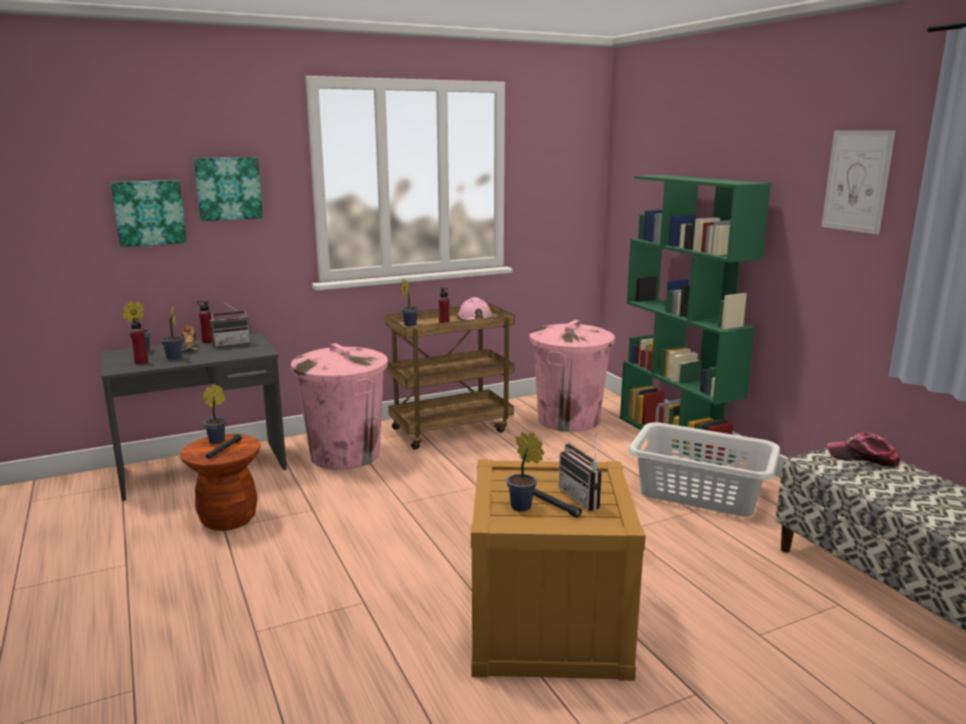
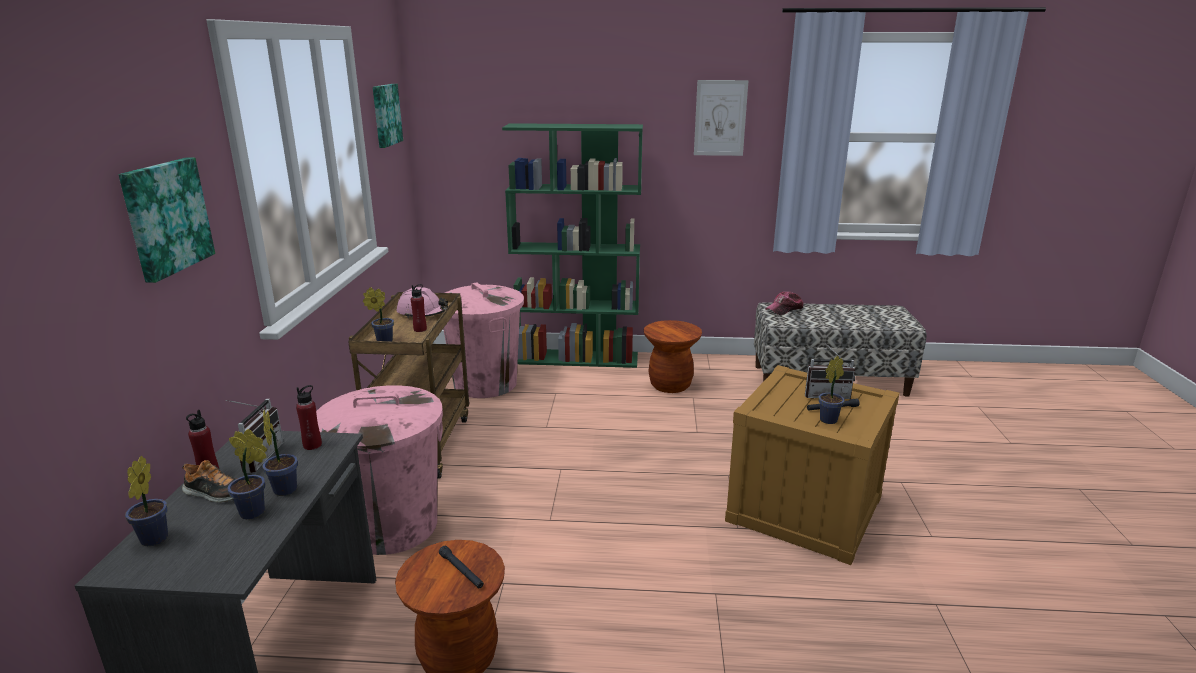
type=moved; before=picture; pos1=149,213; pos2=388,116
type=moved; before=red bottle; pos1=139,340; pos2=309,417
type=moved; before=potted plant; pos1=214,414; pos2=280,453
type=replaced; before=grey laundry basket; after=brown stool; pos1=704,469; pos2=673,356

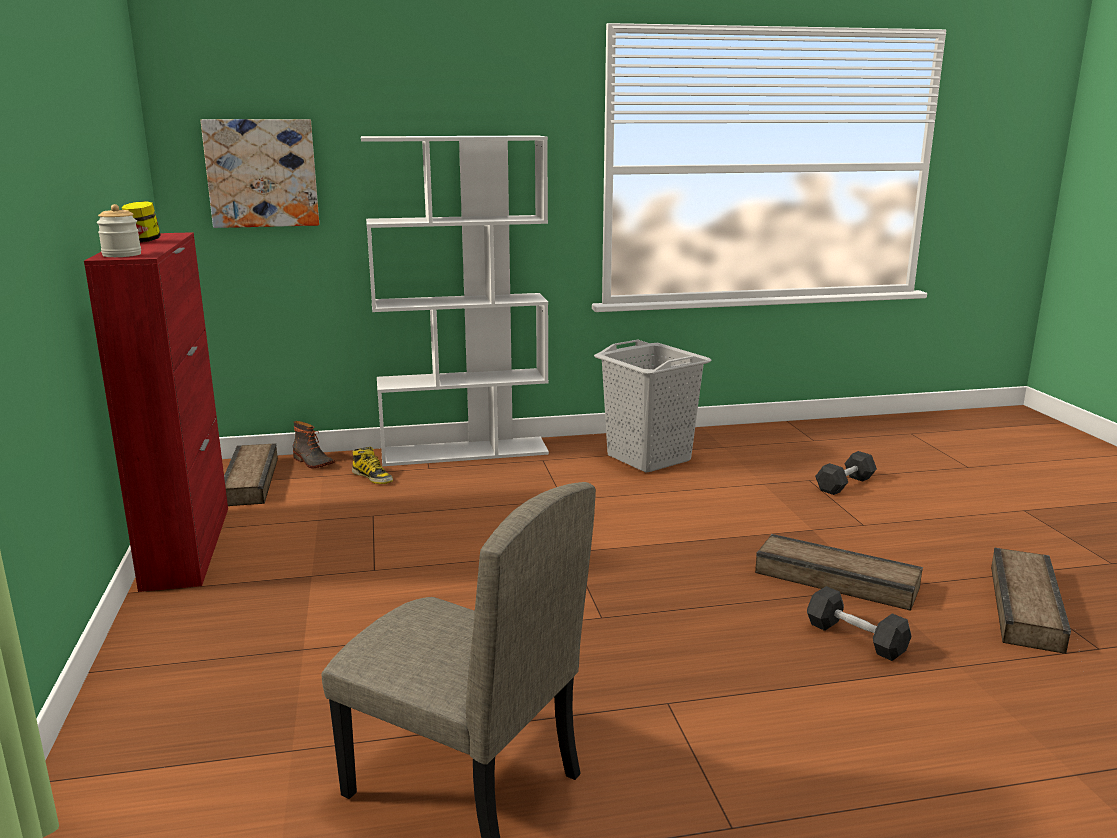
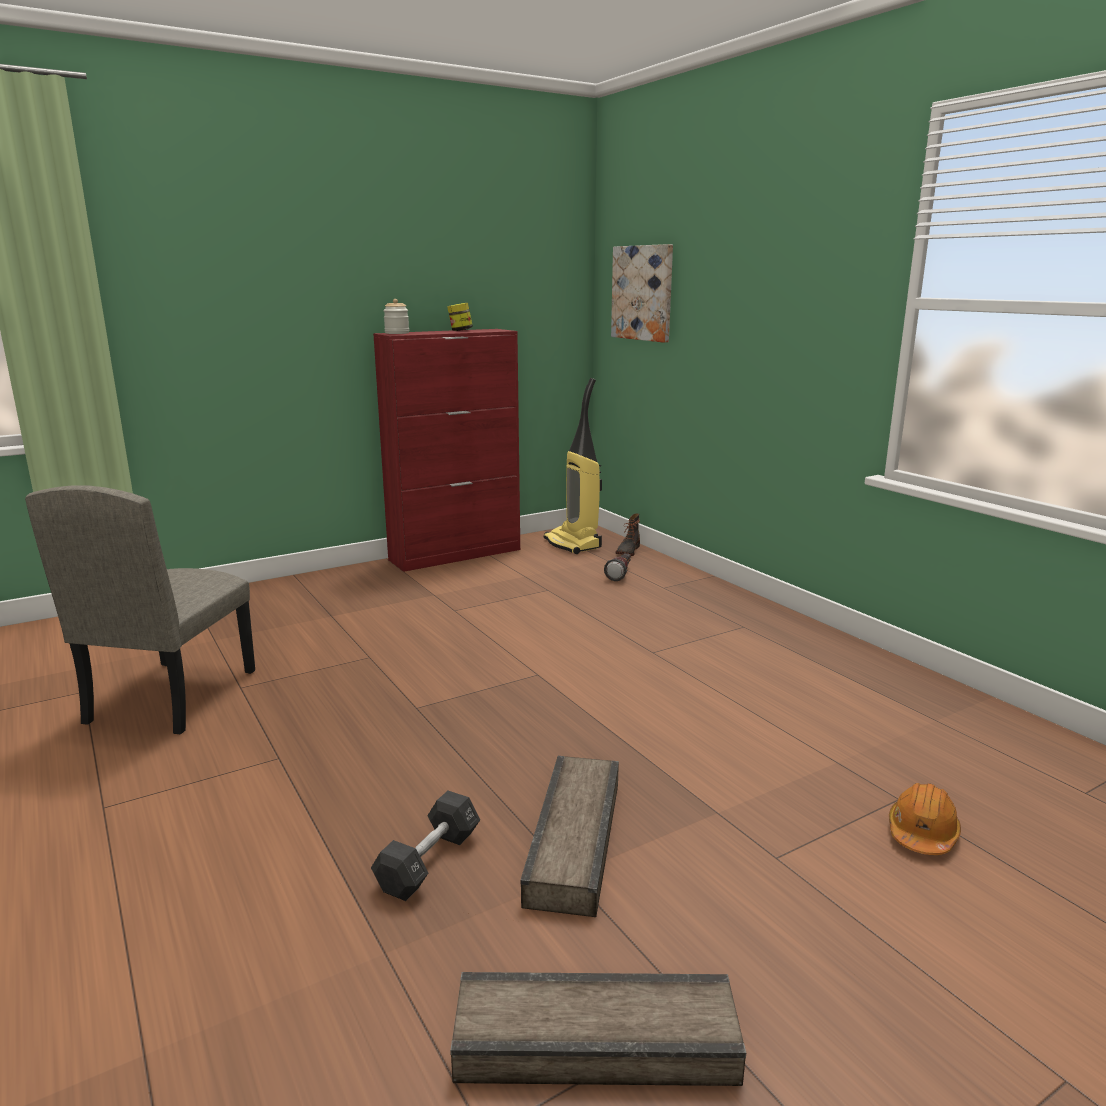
type=replaced; before=crate; after=vacuum cleaner; pos1=251,474; pos2=573,466
type=replaced; before=boot; after=flashlight; pos1=372,465; pos2=617,567
type=removed; before=white bookcase; pos1=455,300
type=removed; before=grey laundry basket; pos1=653,406
type=replaced; before=black dumbbell; after=orange hard hat; pos1=846,473; pos2=925,819

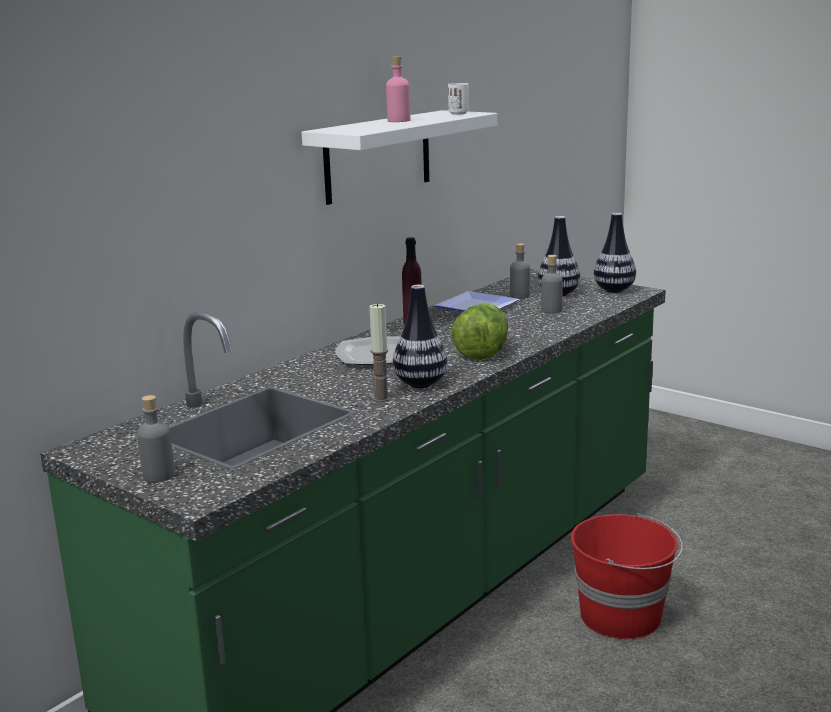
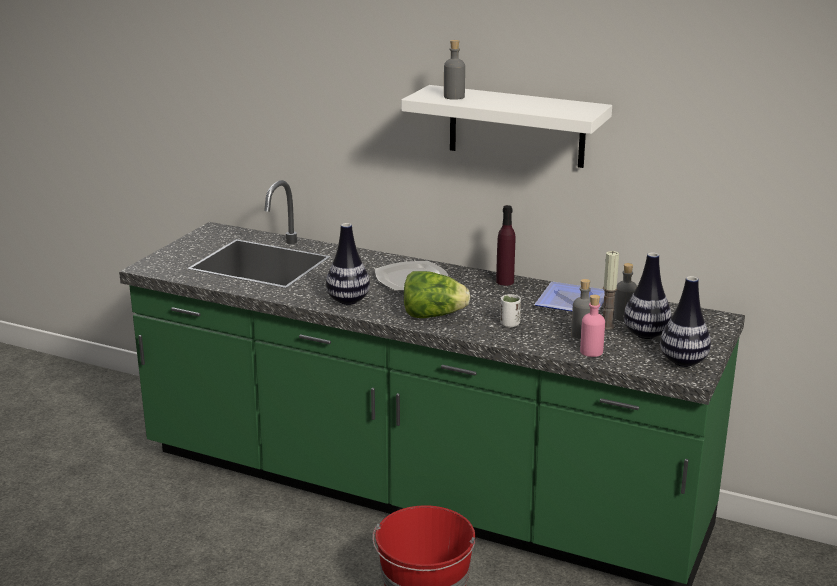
type=moved; before=grey bottle; pos1=156,439; pos2=454,70
type=moved; before=candle; pos1=379,352; pos2=611,290
type=moved; before=pink bottle; pos1=398,89; pos2=592,326
type=moved; before=white cup; pos1=458,99; pos2=510,310

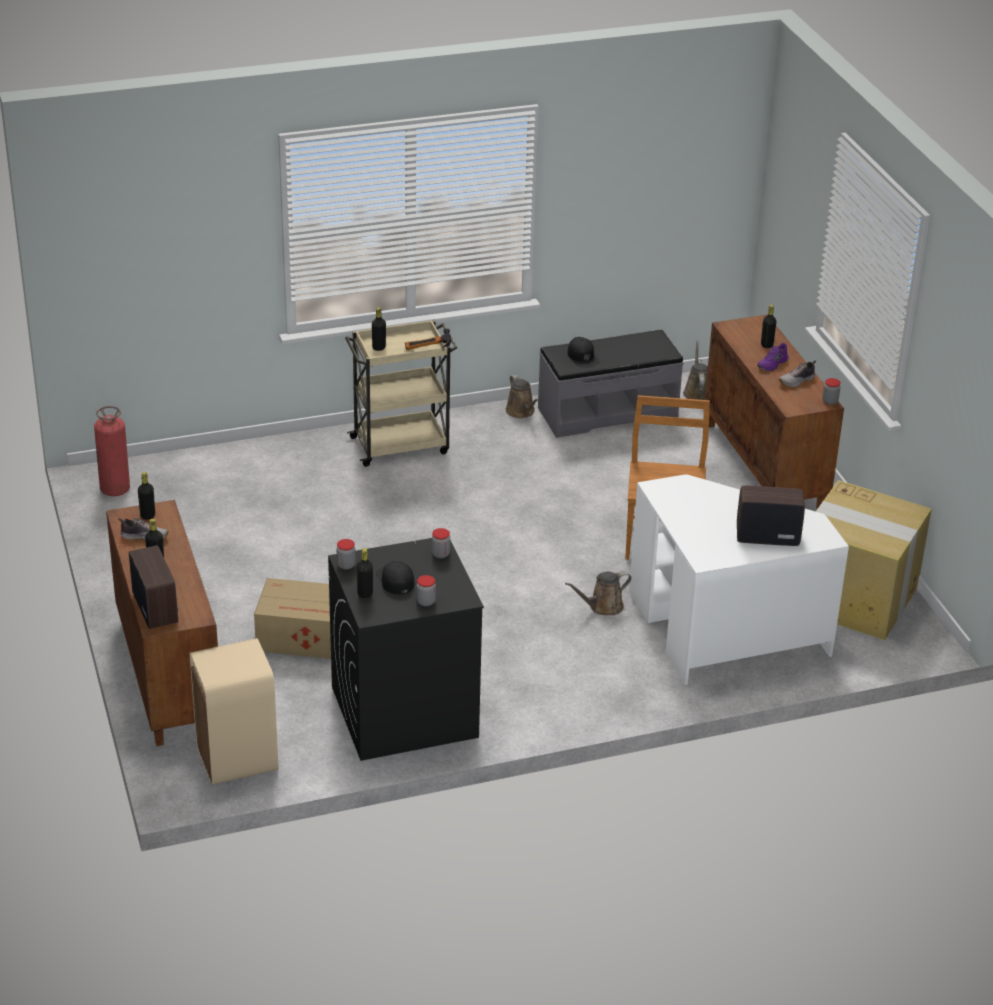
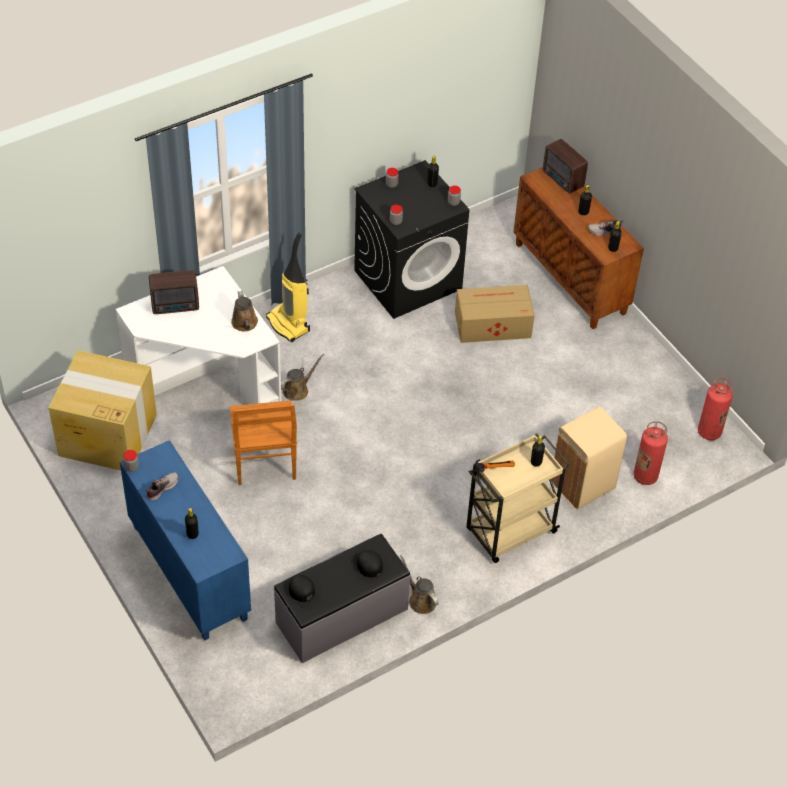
type=moved; before=beige trash can; pos1=234,711; pos2=589,458
type=moved; before=black cap; pos1=395,577; pos2=305,592
type=moved; before=brown watering can; pos1=695,370; pos2=244,311
type=recoloured; before=brown cabinet; after=blue cabinet; pos1=774,412; pos2=185,540
type=removed; before=purple shoe; pos1=773,357
type=added; after=vacuum cleaner; pos2=288,287
type=added; after=fire extinguisher; pos2=650,453

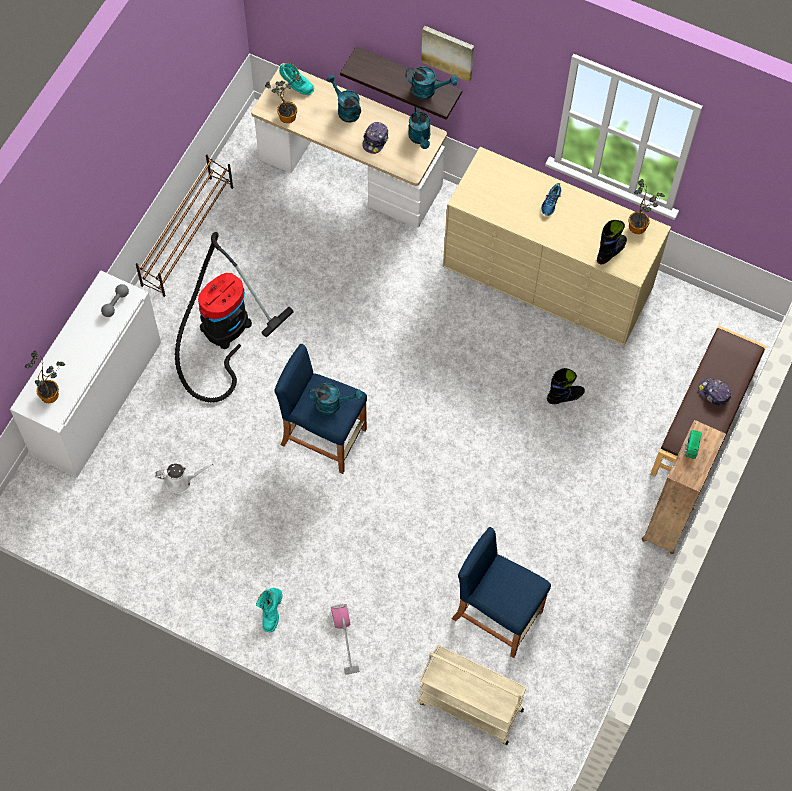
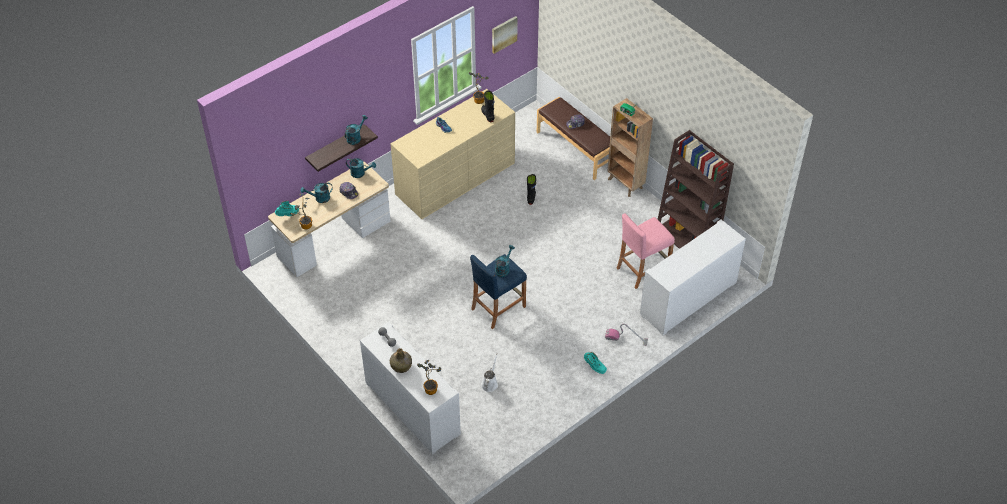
type=removed; before=brown shoe rack; pos1=184,225
type=removed; before=vacuum cleaner; pos1=234,317
type=replaced; before=beige cart; after=white cabinet; pos1=472,695; pos2=693,277
type=moved; before=picture; pos1=447,54; pos2=505,35
type=recoloured; before=blue stool; after=pink stool; pos1=501,592; pos2=645,251
type=added; after=green bottle; pos2=401,360
type=added; after=brown bookcase; pos2=695,189

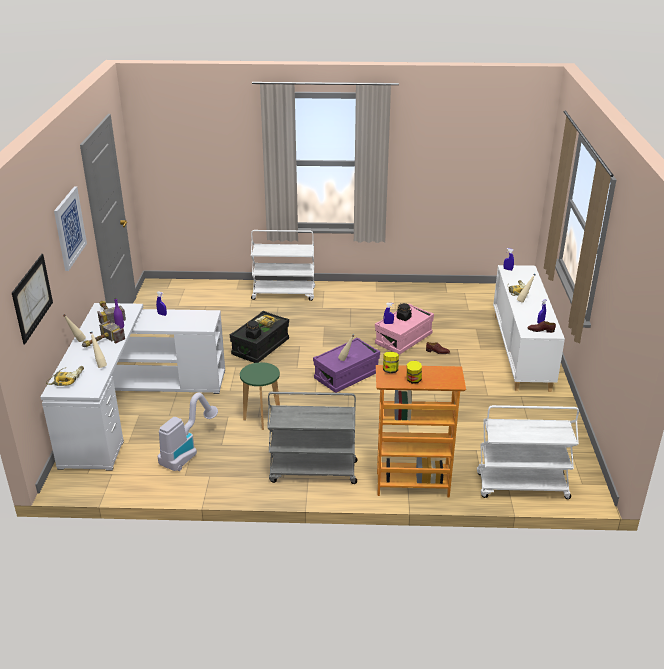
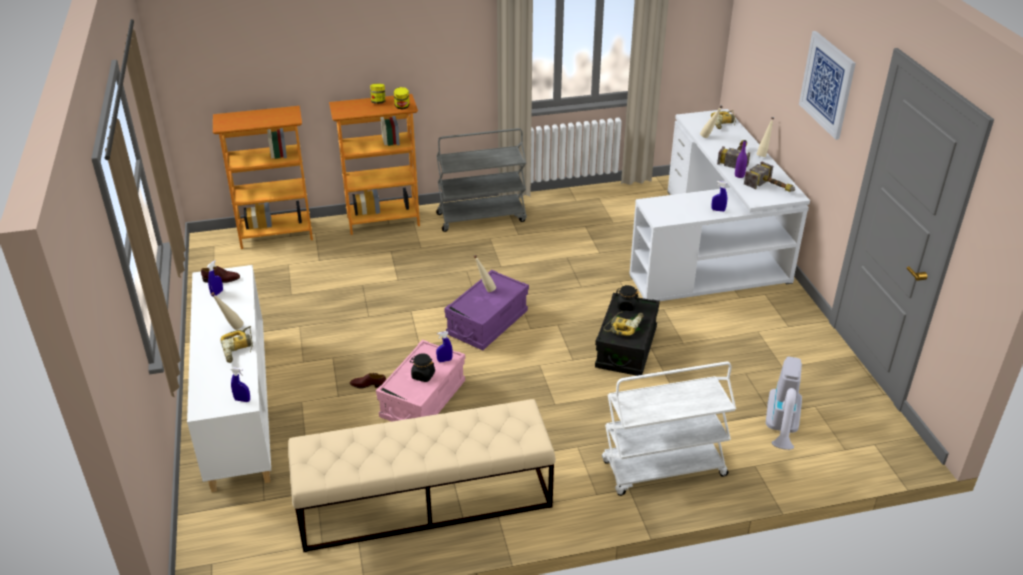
type=removed; before=picture; pos1=32,299
type=moved; before=vacuum cleaner; pos1=188,432; pos2=784,403
type=removed; before=green stool; pos1=260,396
type=replaced; before=white cart; after=bookcase; pos1=528,452; pos2=263,177
type=added; after=beige bench; pos2=422,475

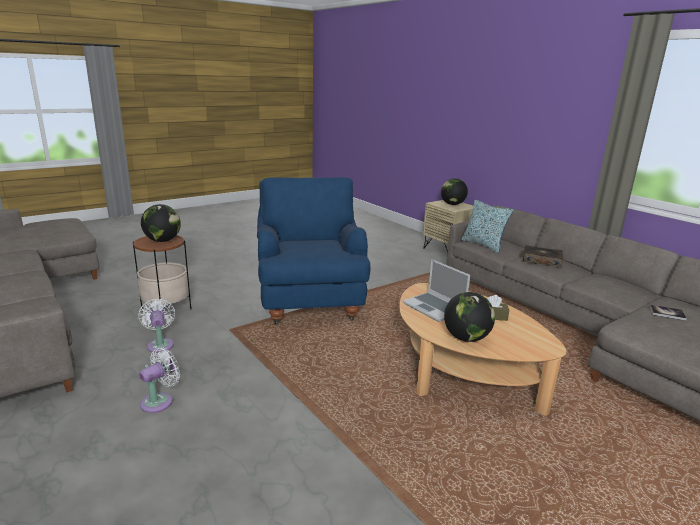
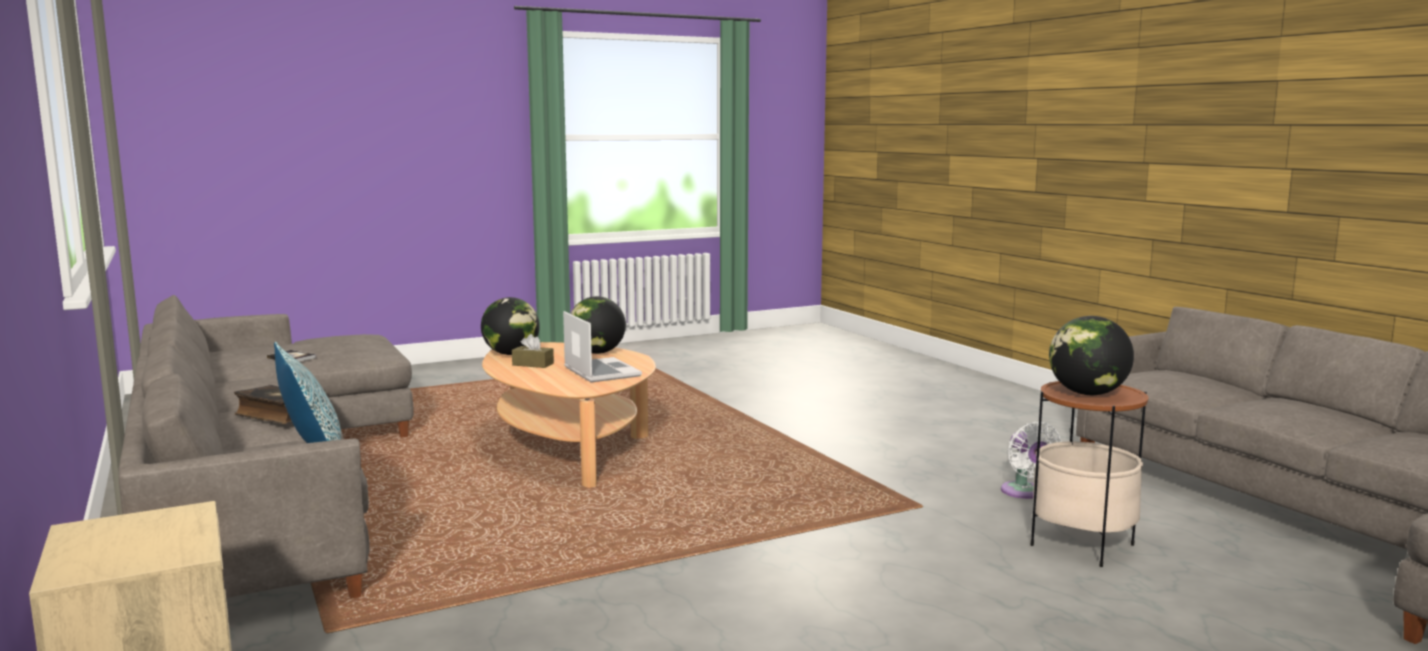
type=removed; before=white fan; pos1=159,380
type=removed; before=blue armchair; pos1=313,250
type=moved; before=globe; pos1=454,191; pos2=510,326

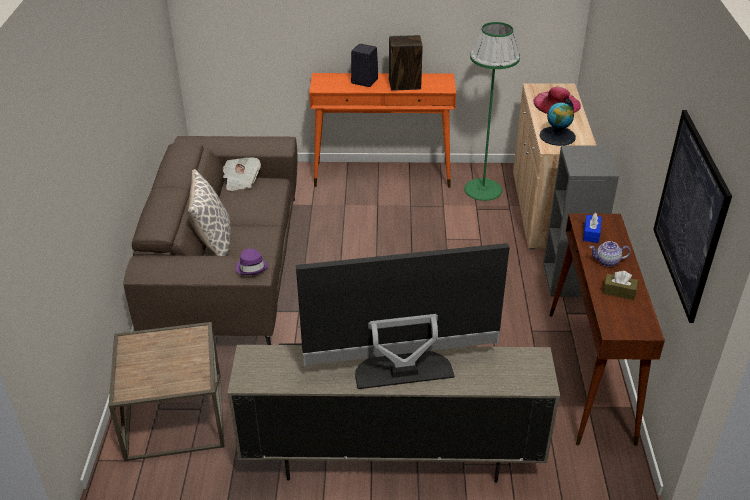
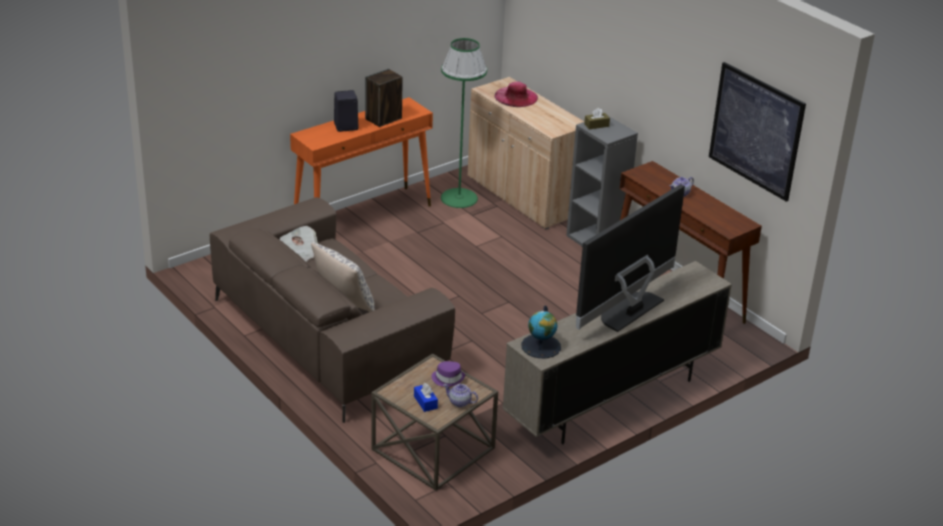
type=moved; before=purple hat; pos1=252,262; pos2=448,374
type=moved; before=globe; pos1=558,122; pos2=541,331
type=moved; before=blue tissue box; pos1=592,228; pos2=426,397
type=moved; before=brown tissue box; pos1=620,285; pos2=597,118
type=added; after=teapot; pos2=460,395

